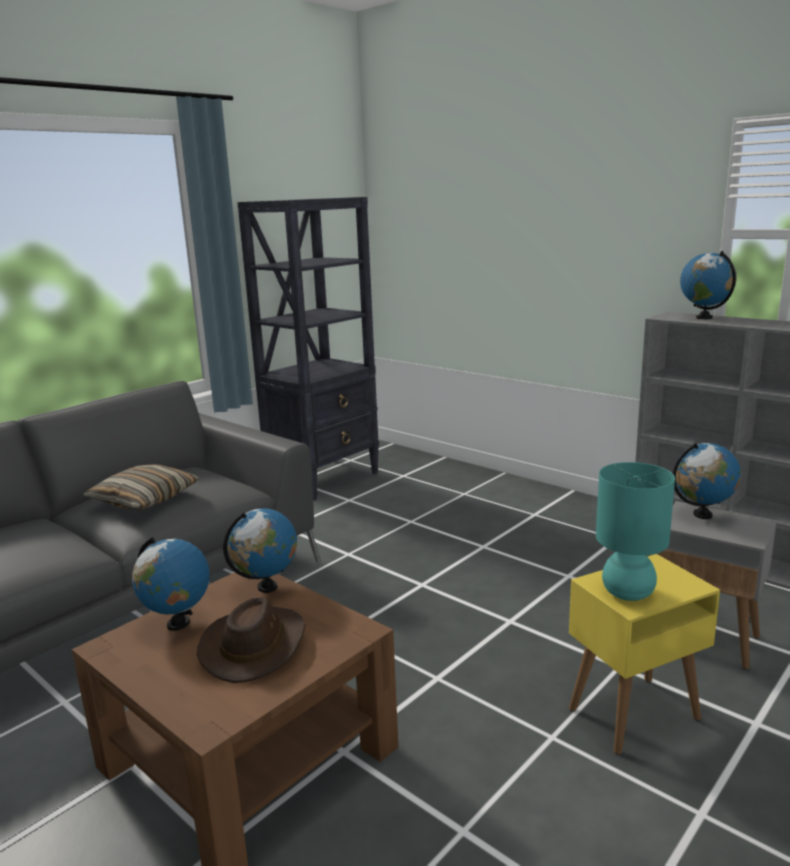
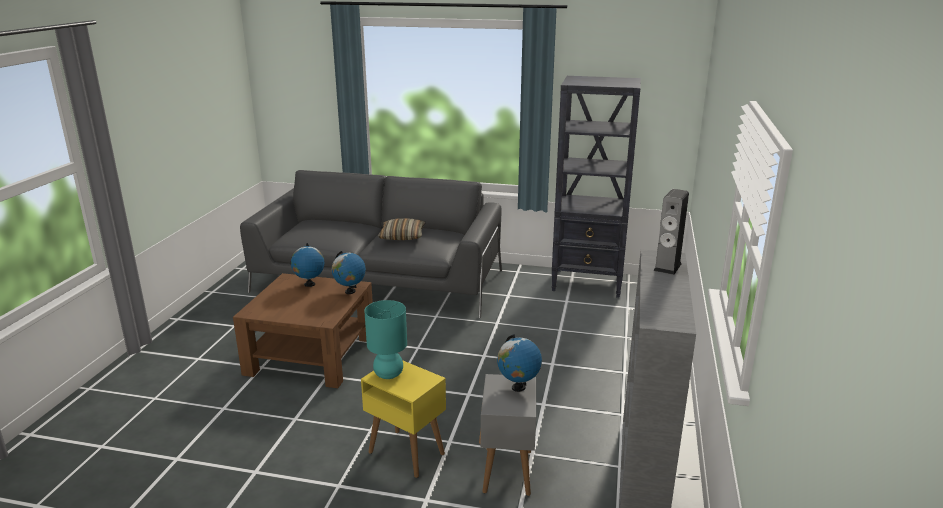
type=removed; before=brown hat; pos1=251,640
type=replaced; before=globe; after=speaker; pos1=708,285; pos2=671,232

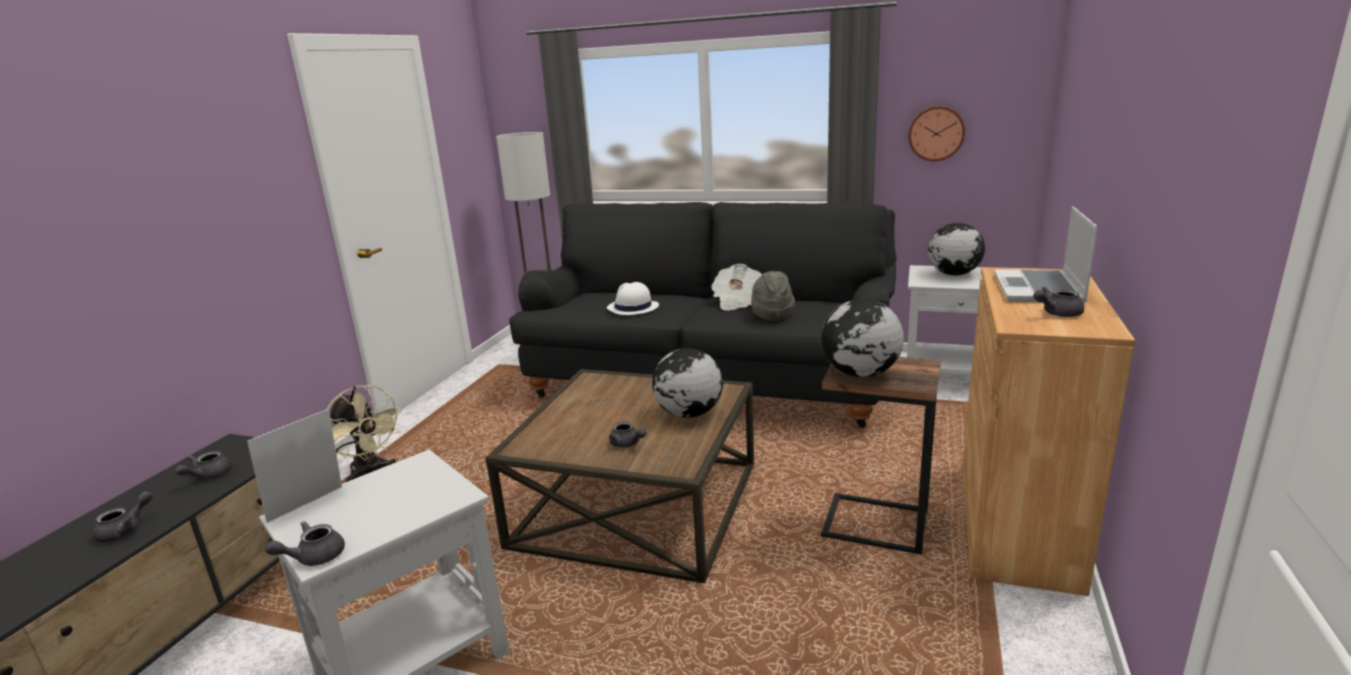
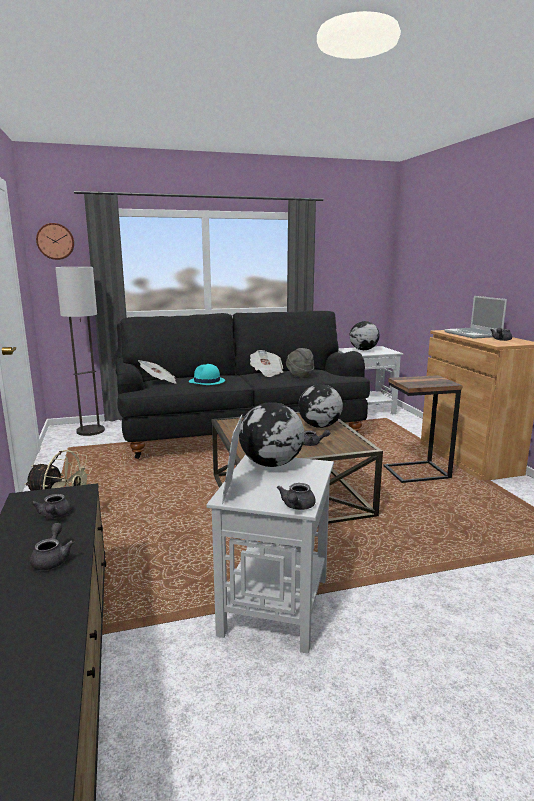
type=recoloured; before=white hat; after=turquoise hat; pos1=633,298; pos2=207,374
type=moved; before=globe; pos1=862,338; pos2=272,434
type=moved; before=wall clock; pos1=936,133; pos2=55,241
type=added; after=newspaper; pos2=157,372

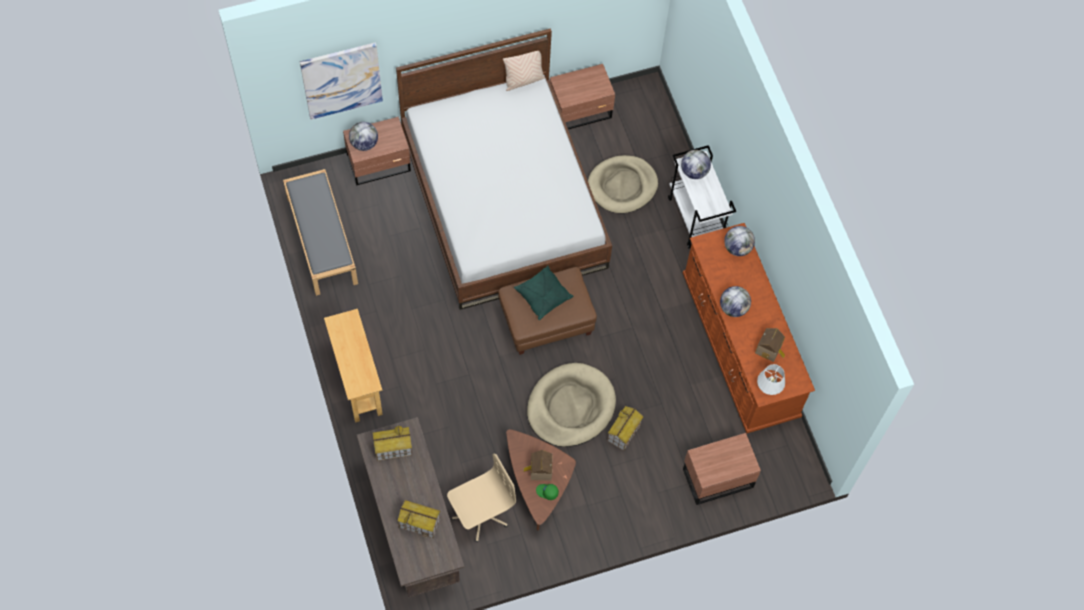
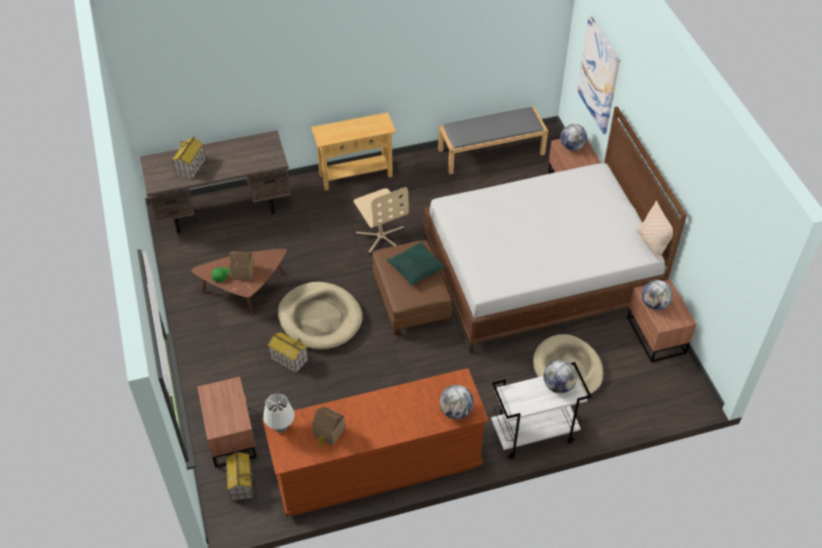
type=moved; before=toy house; pos1=392,443; pos2=239,476
type=moved; before=beige office chair; pos1=481,497; pos2=381,220
type=moved; before=globe; pos1=735,301; pos2=657,295

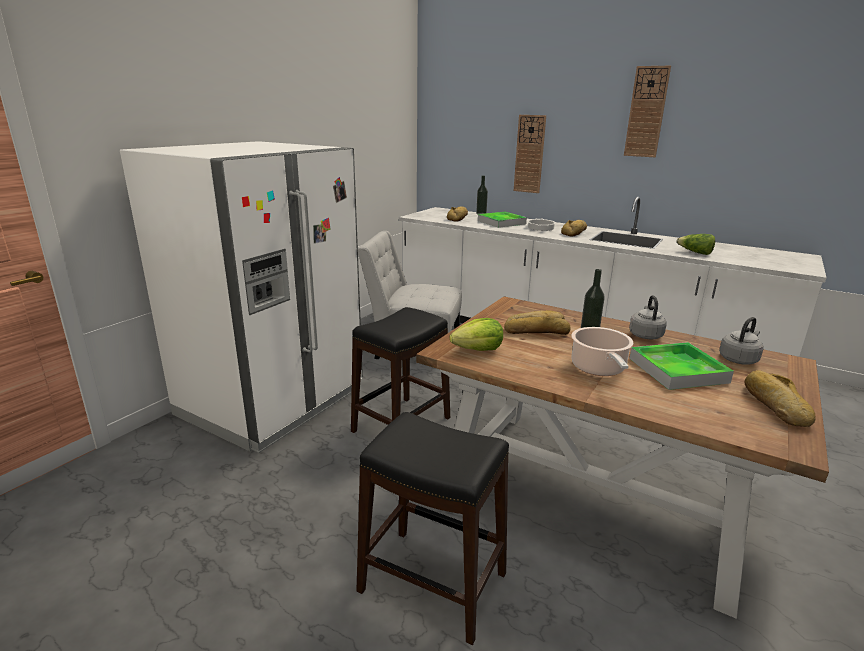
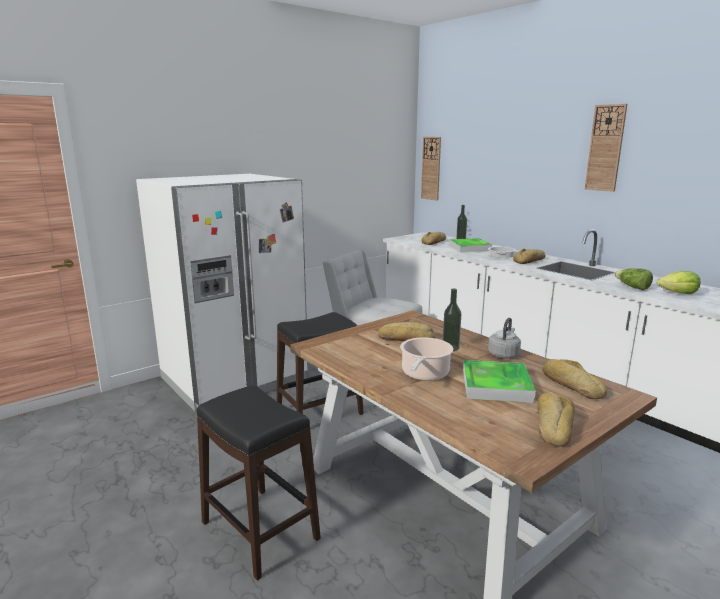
type=moved; before=lettuce; pos1=476,334; pos2=678,282
type=moved; before=wall clock; pos1=530,154; pos2=431,169
type=replaced; before=grey kettle; after=bread; pos1=741,341; pos2=575,379

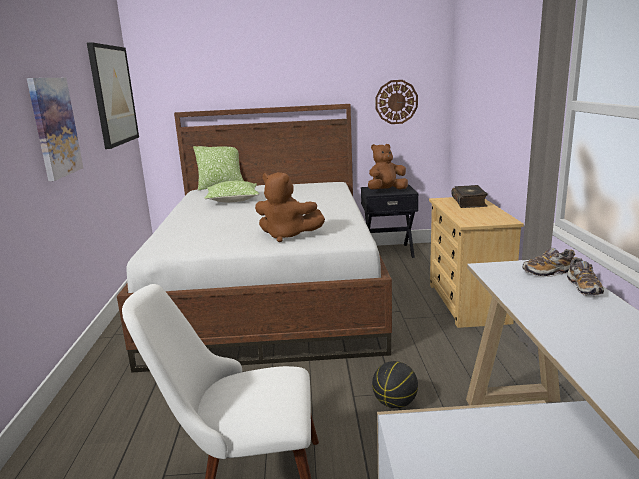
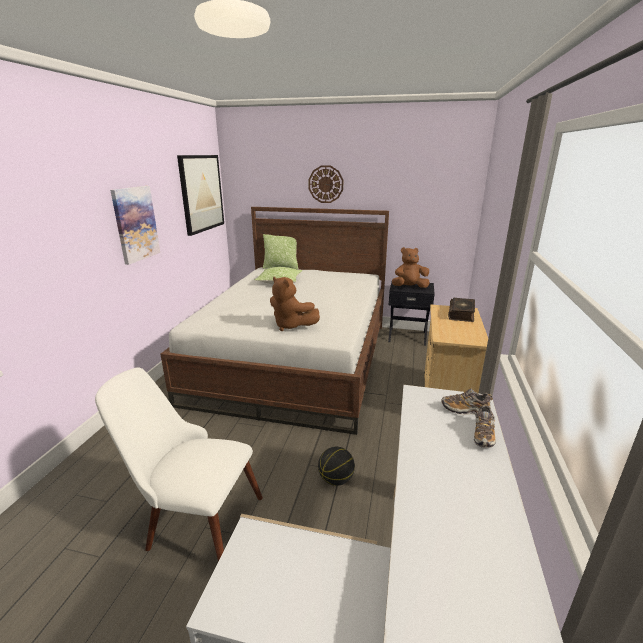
type=moved; before=wall clock; pos1=396,102; pos2=325,184

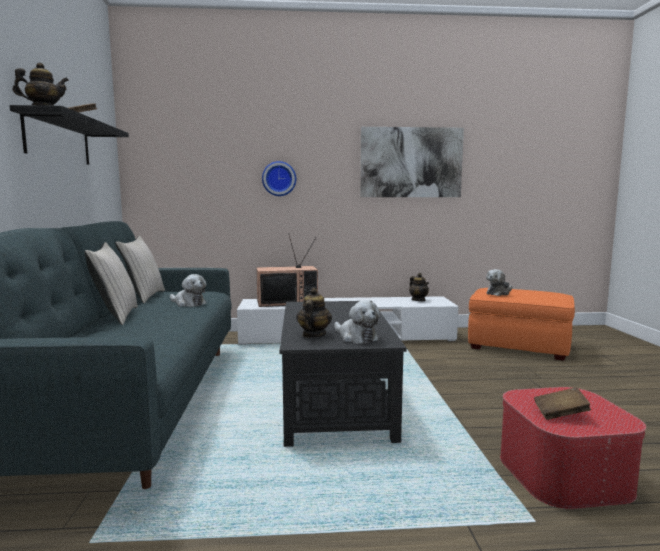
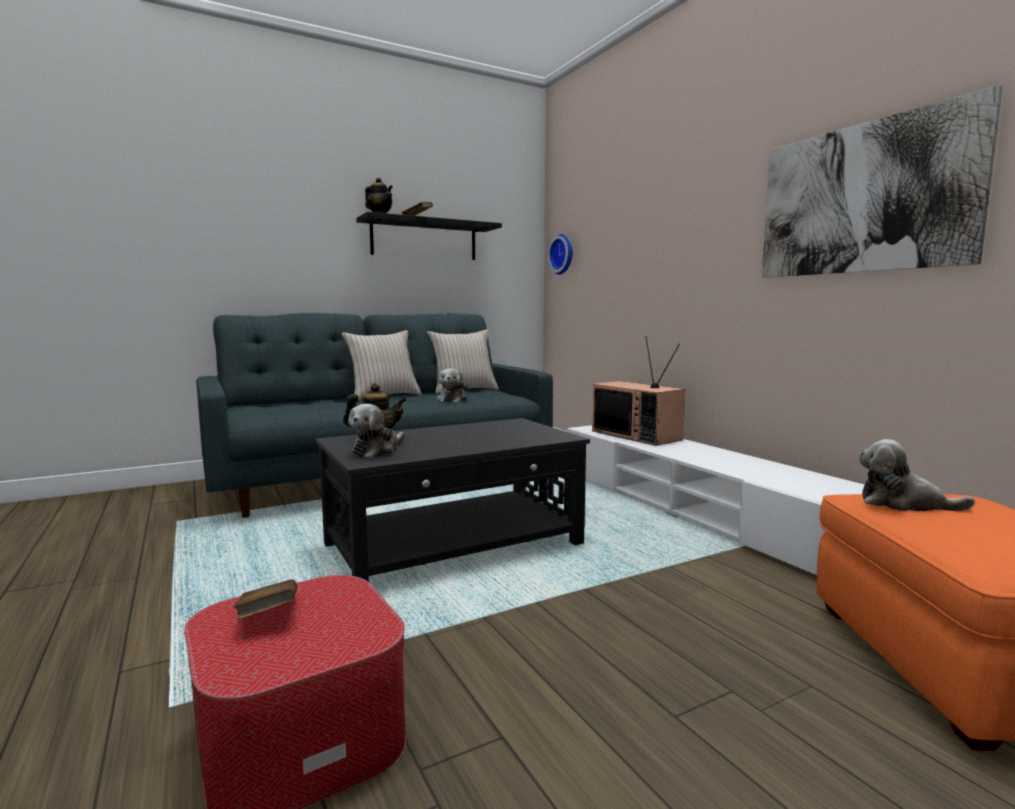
type=moved; before=wall clock; pos1=279,178; pos2=560,254
type=removed; before=teapot; pos1=419,287

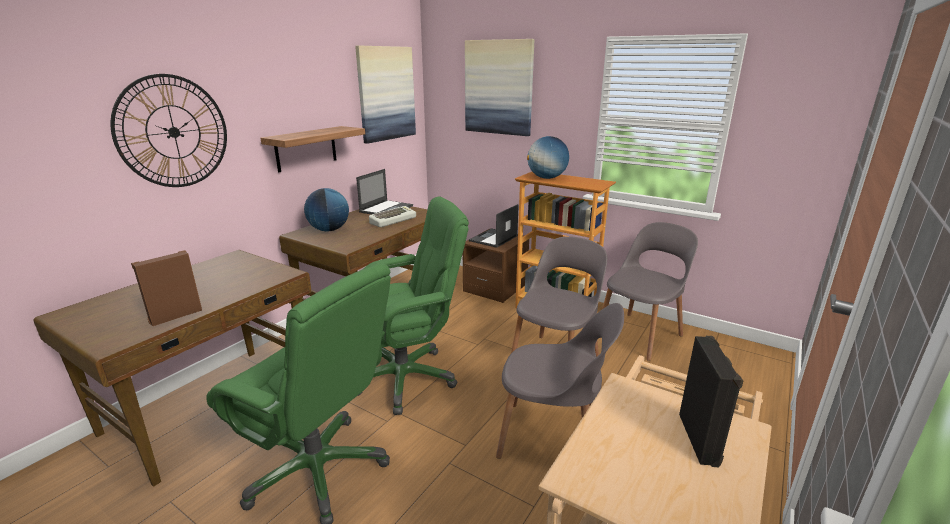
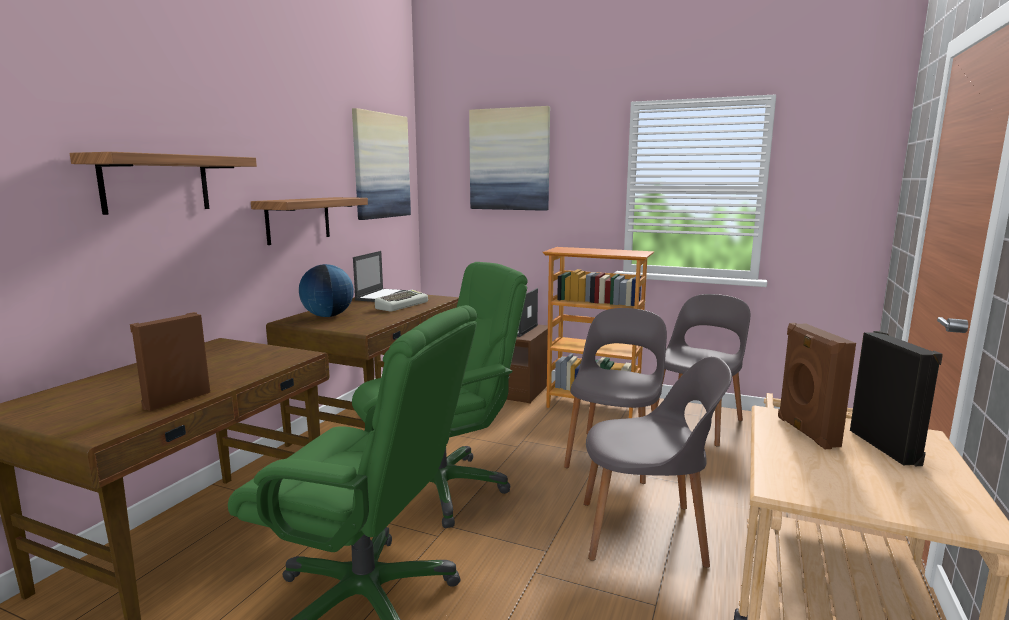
type=replaced; before=wall clock; after=shelf; pos1=168,130; pos2=163,183
type=removed; before=globe; pos1=548,157
type=added; after=brown speaker; pos2=817,386

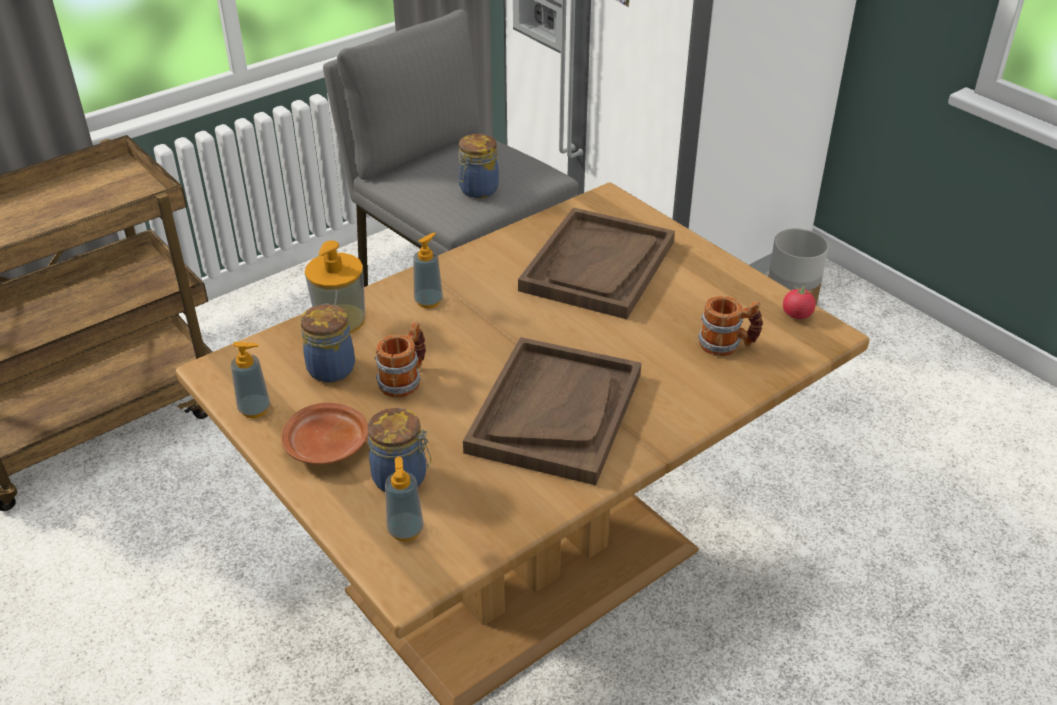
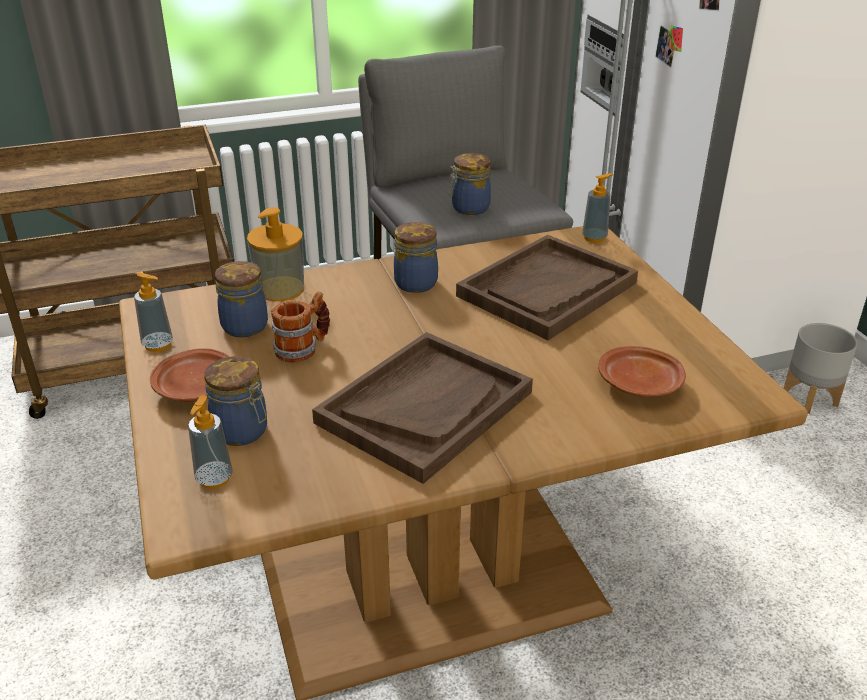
type=moved; before=soap dispenser; pos1=428,270; pos2=597,208
type=replaced; before=mug; after=brown plate; pos1=730,326; pos2=642,371
type=removed; before=tomato; pos1=799,301
type=added; after=jar; pos2=416,257

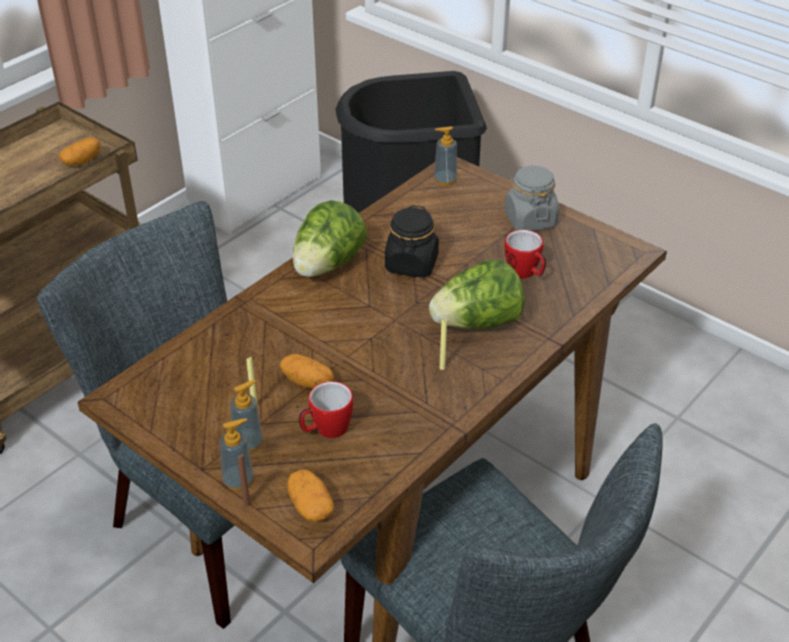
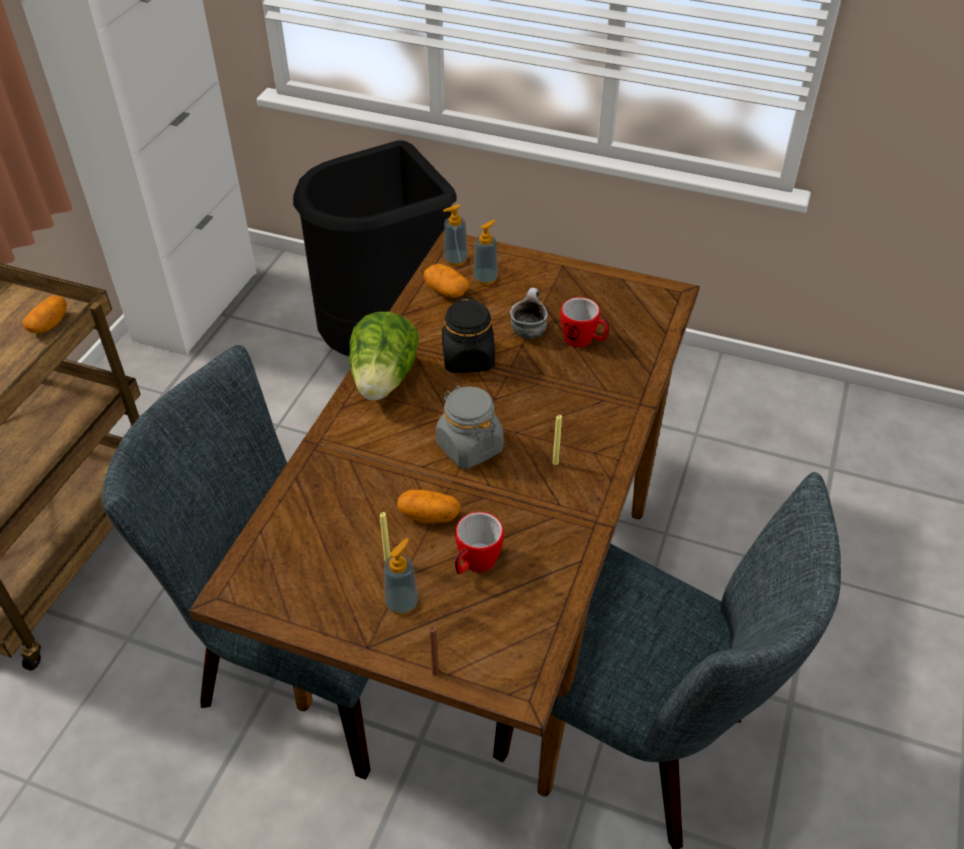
type=moved; before=soap dispenser; pos1=236,454; pos2=485,252
type=moved; before=potato; pos1=310,496; pos2=446,281
type=removed; before=lettuce; pos1=477,294
type=moved; before=grey jar; pos1=531,198; pos2=470,427
type=added; after=mug; pos2=529,313

